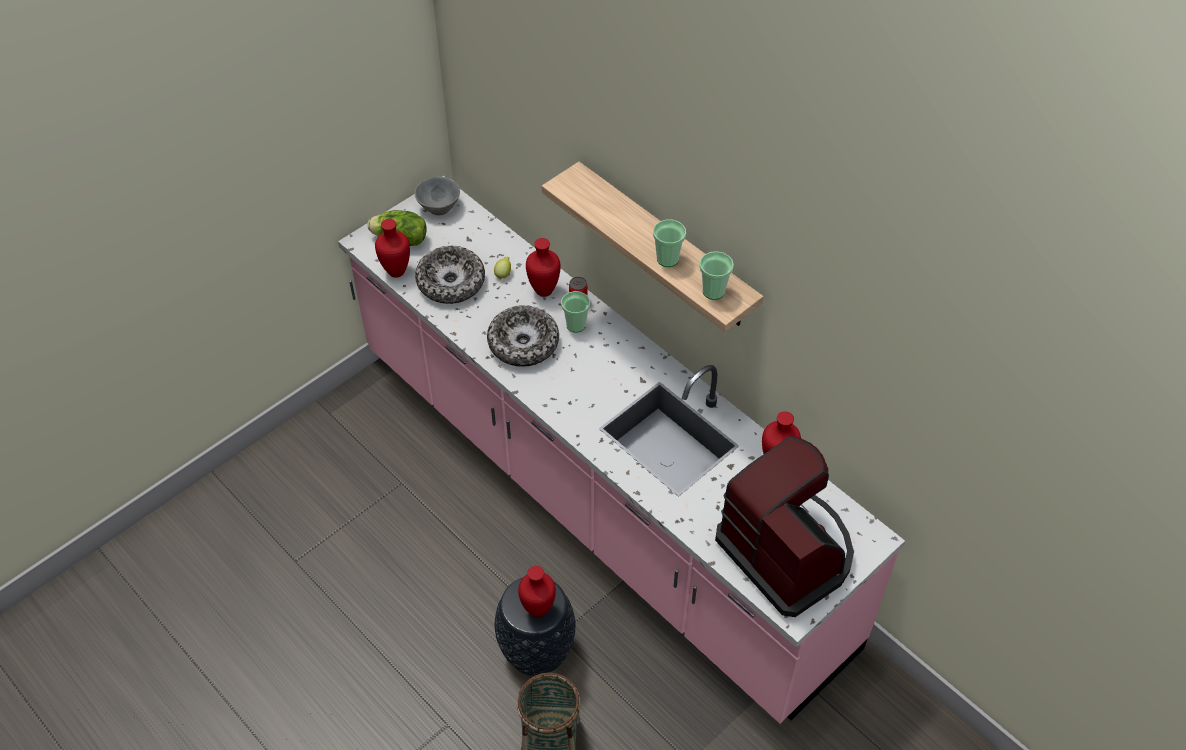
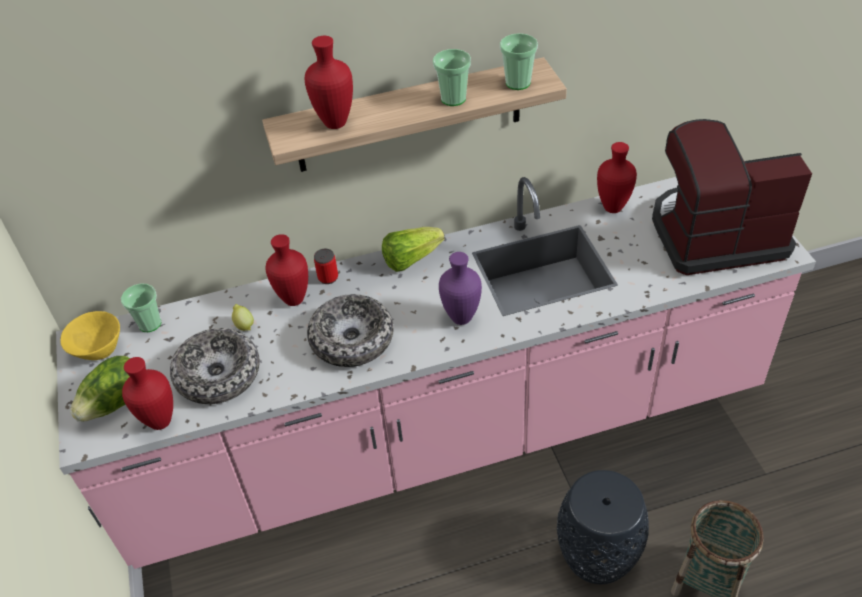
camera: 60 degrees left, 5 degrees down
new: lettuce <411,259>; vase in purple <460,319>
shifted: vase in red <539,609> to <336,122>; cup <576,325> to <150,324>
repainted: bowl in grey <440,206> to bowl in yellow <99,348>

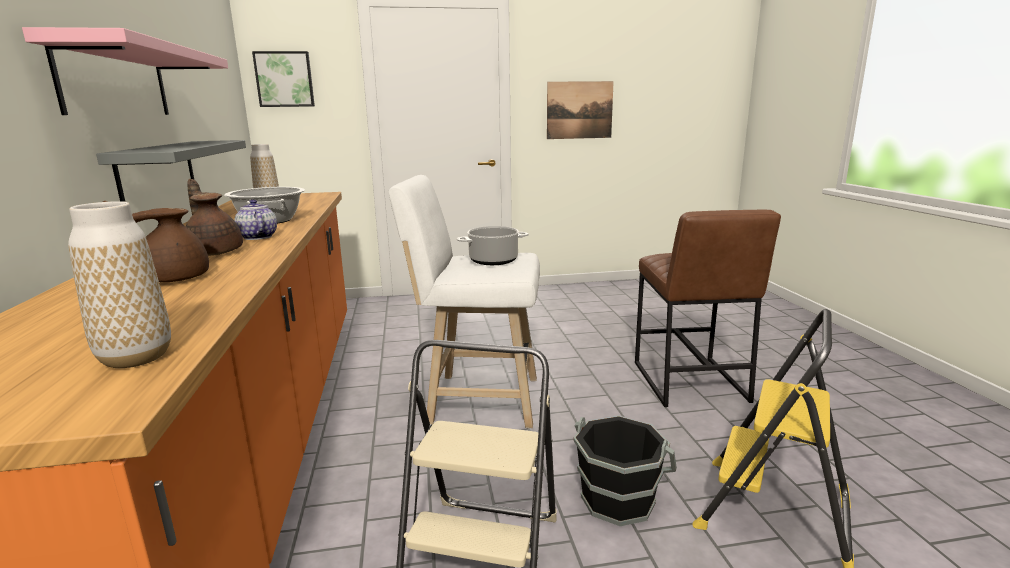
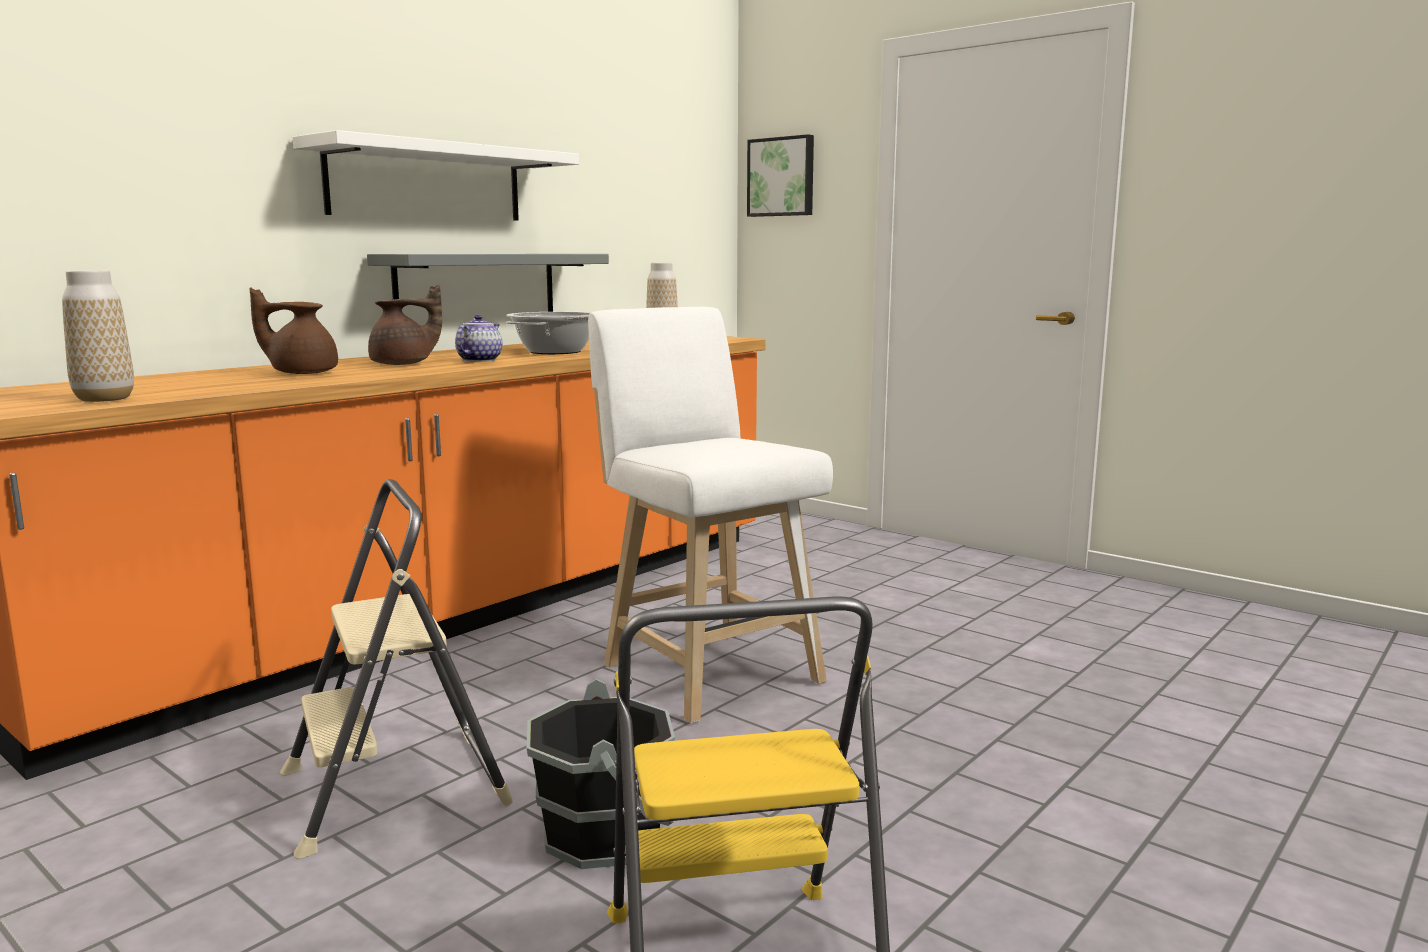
camera: 50 degrees right, 5 degrees down
gone: cooking pot <493,260>; picture <579,110>; chair in brown <690,382>
repainted: shelf in pink <116,81> to shelf in white <426,183>
rotated: teapot in brown <215,252> = <404,364> 60 degrees clockwise

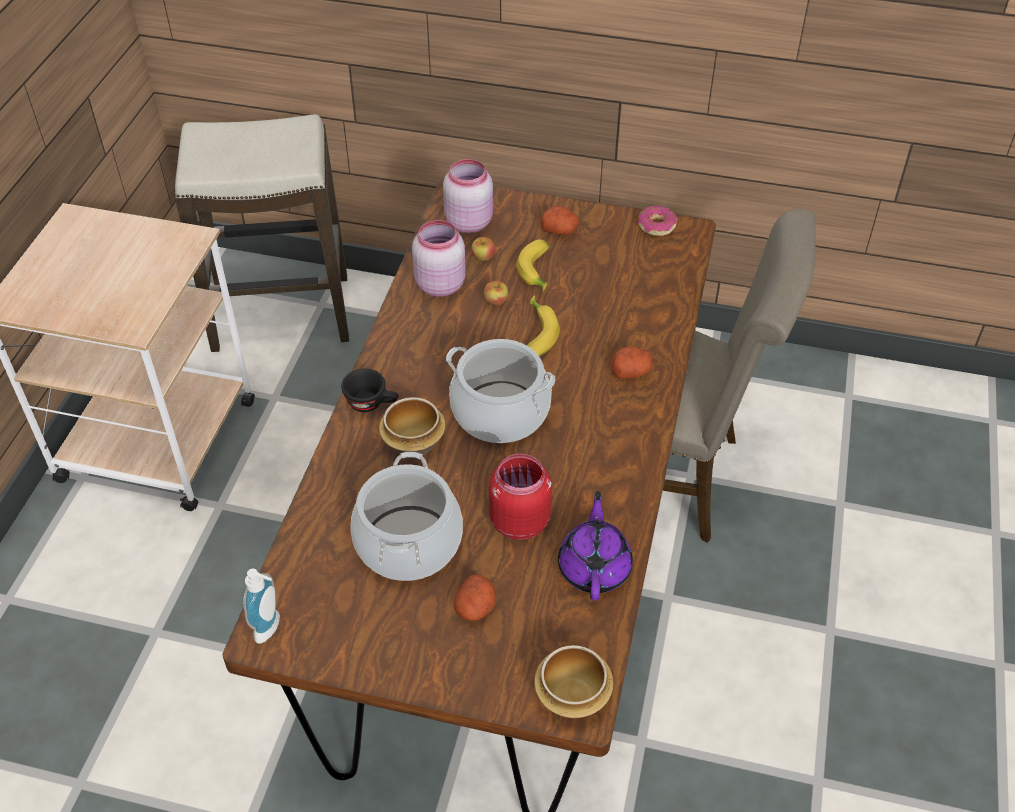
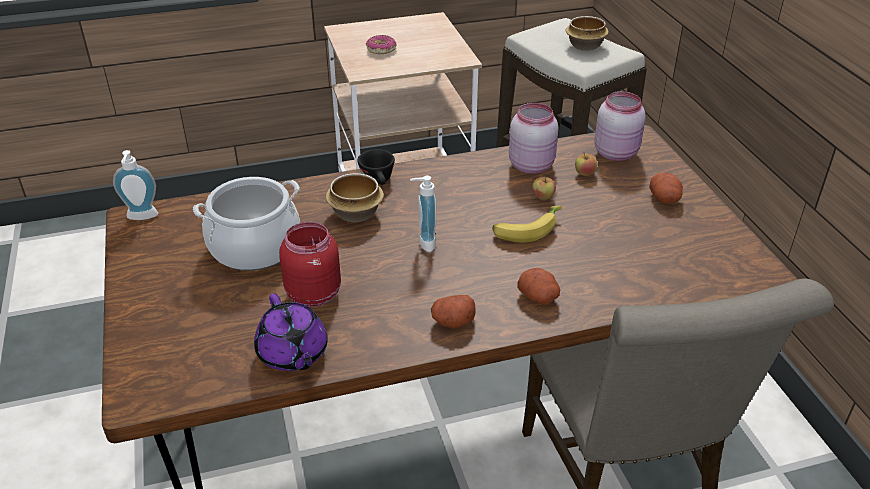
camera: 60 degrees right, 10 degrees down
gone: banana <539,272>
shifted: potato <475,608> to <452,321>; bowl <574,697> to <585,46>; donut <656,226> to <381,49>
swapped: cooking pot <500,412> to soap dispenser <423,242>
rotated: teapot in purple <594,567> = <293,354> 90 degrees clockwise

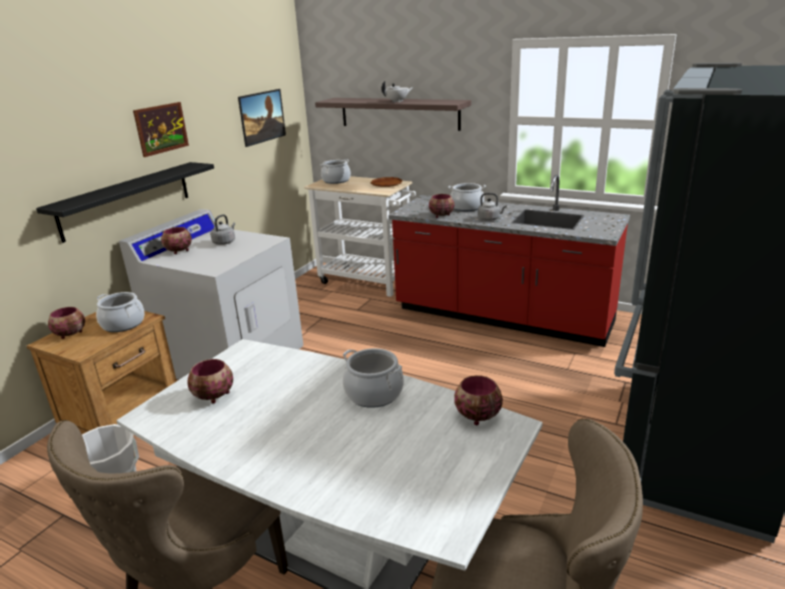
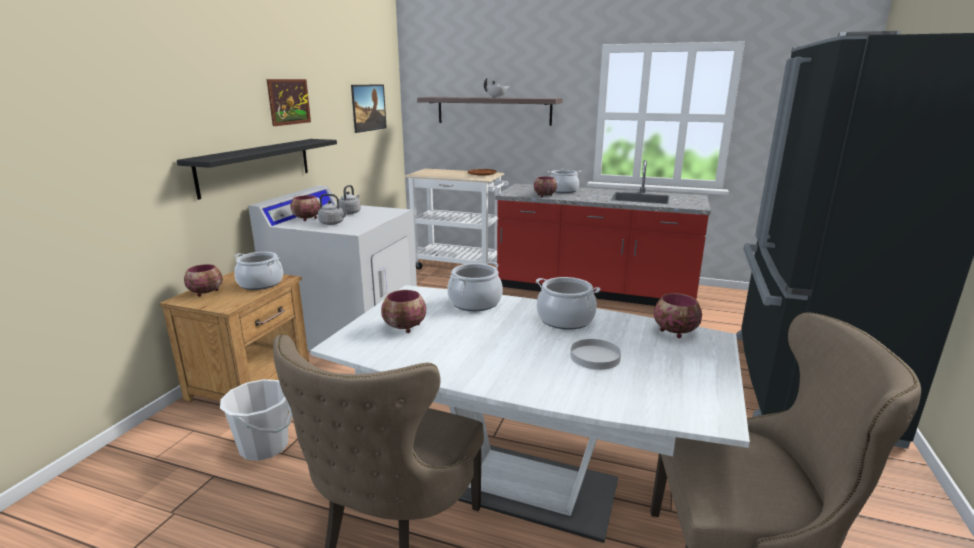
camera: 10 degrees left, 5 degrees down
new: plate in white <595,357>
shifted: cooking pot <336,181> to <474,303>; kettle in grey <490,219> to <333,223>

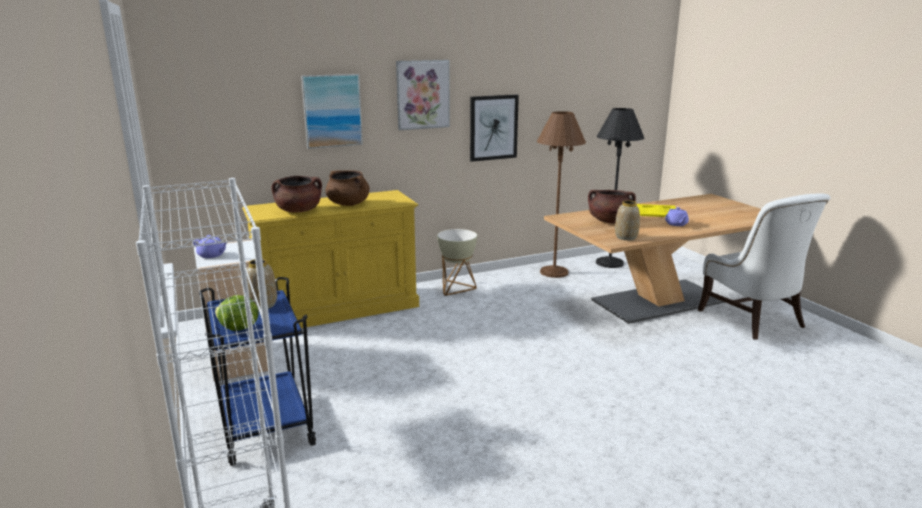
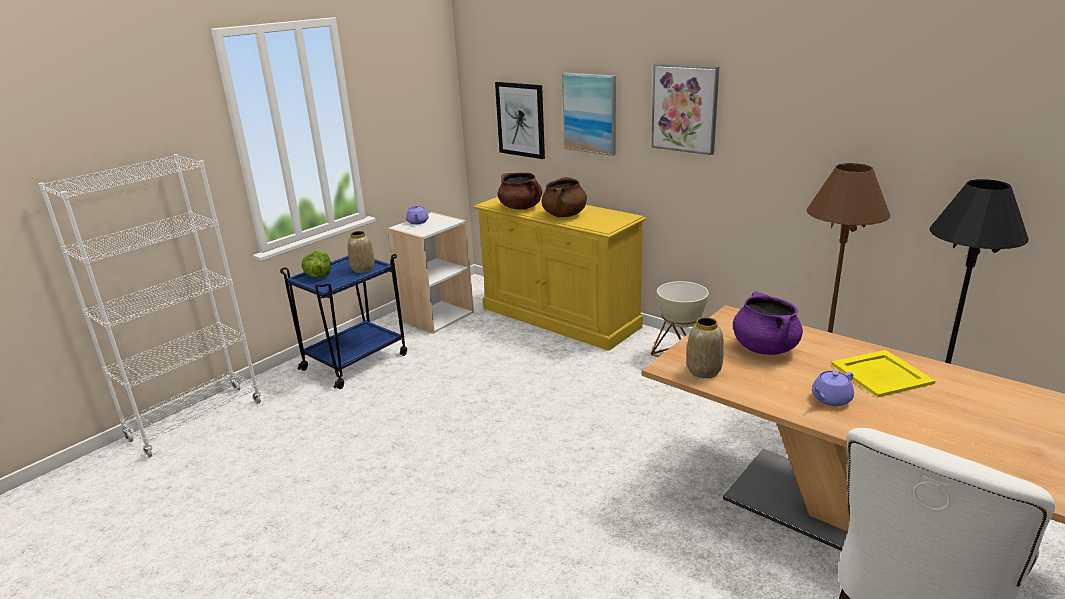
camera: 65 degrees right, 5 degrees up
shifted: picture <493,127> to <521,120>
repainted: cooking pot in brown <609,221> to cooking pot in purple <764,348>

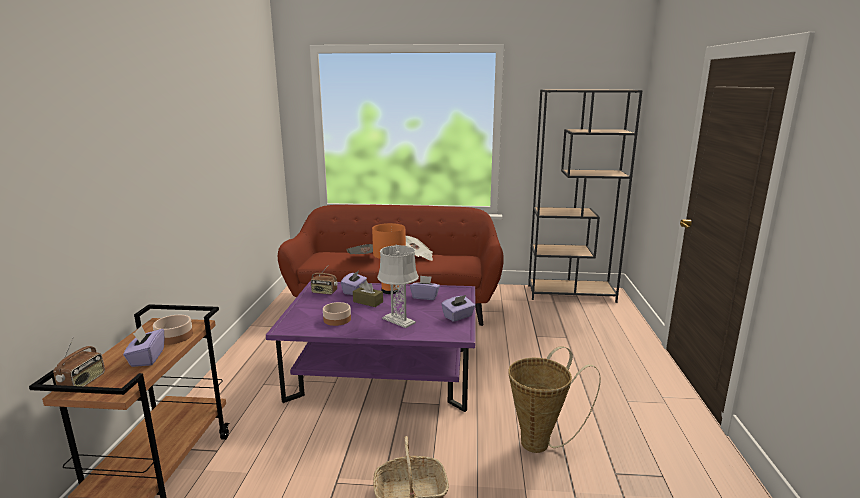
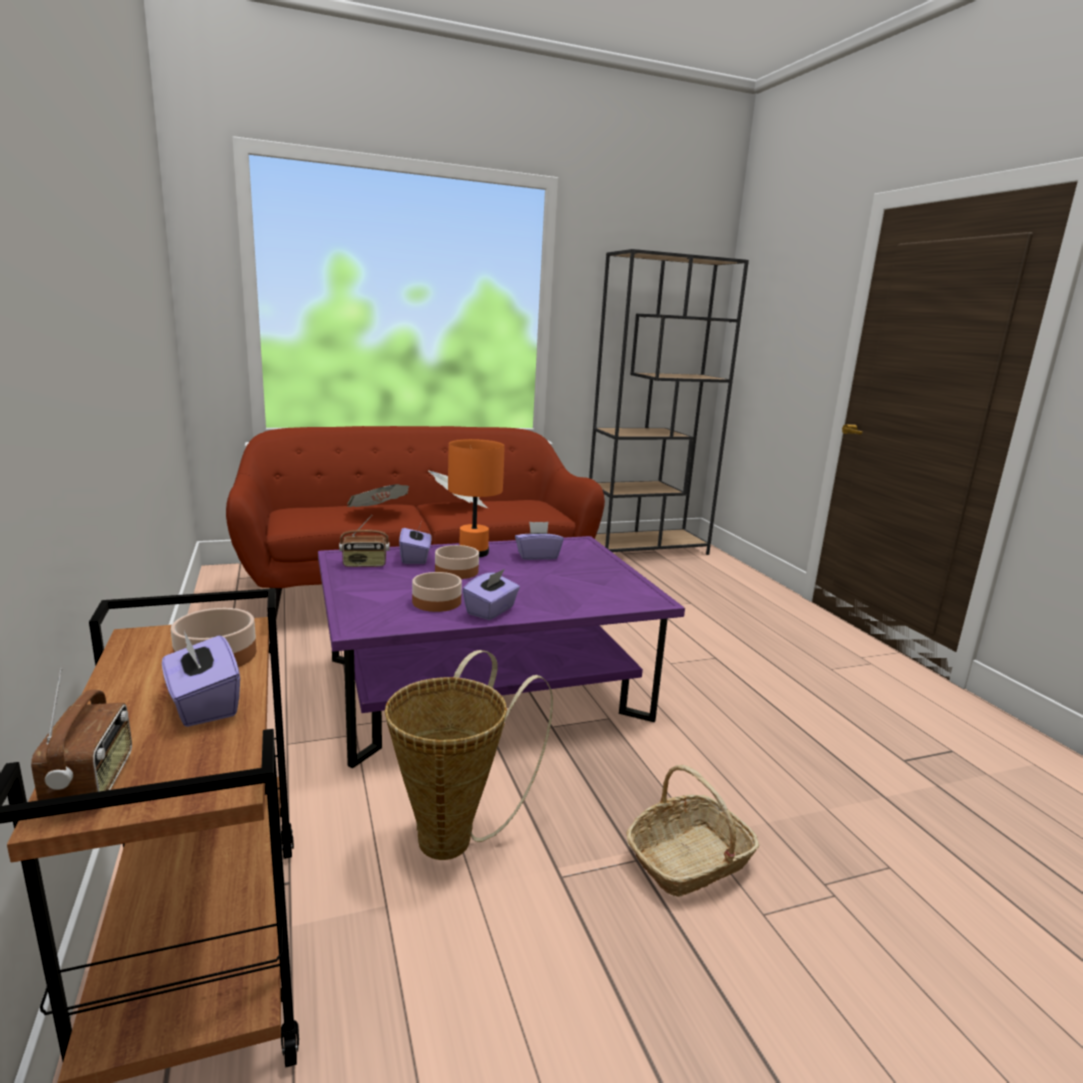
camera: 25 degrees left, 0 degrees up
gone: table lamp in grey <398,320>
shifted: tissue box in purple <458,316> to <491,611>; basket <541,442> to <455,836>
swapped: tissue box in brown <368,302> to bowl <457,571>

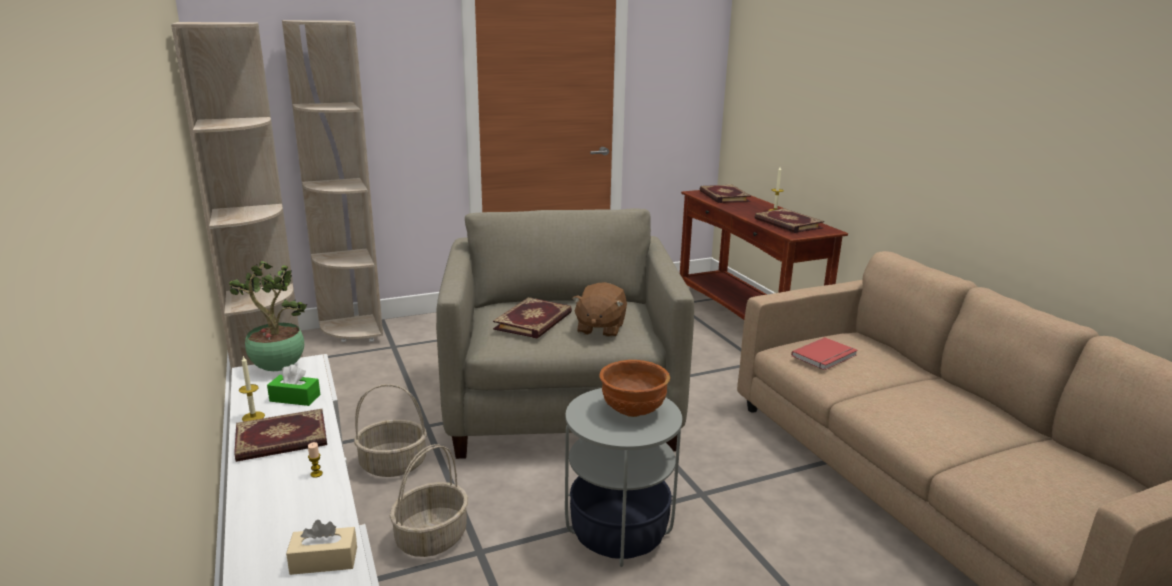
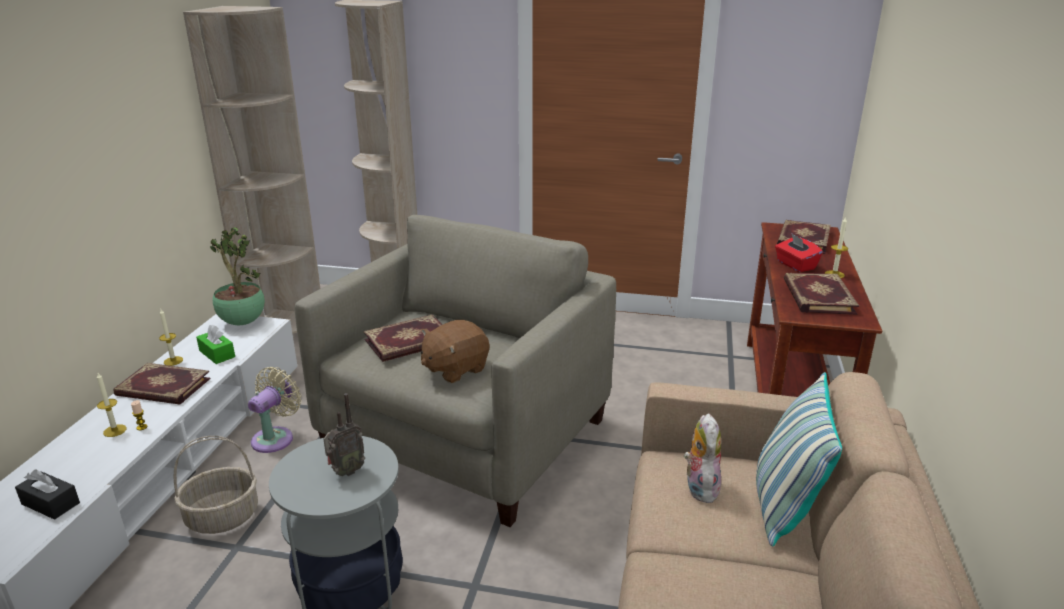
camera: 35 degrees right, 5 degrees up
new: candle <115,430>; pillow <784,505>; tissue box in red <795,265>
swapped: basket <392,465> to fan in beige <276,437>; bowl in brown <632,411> to radio <346,471>; book in red <826,356> to plush toy <699,487>
repainted: tissue box in beige <324,561> to tissue box in black <50,503>

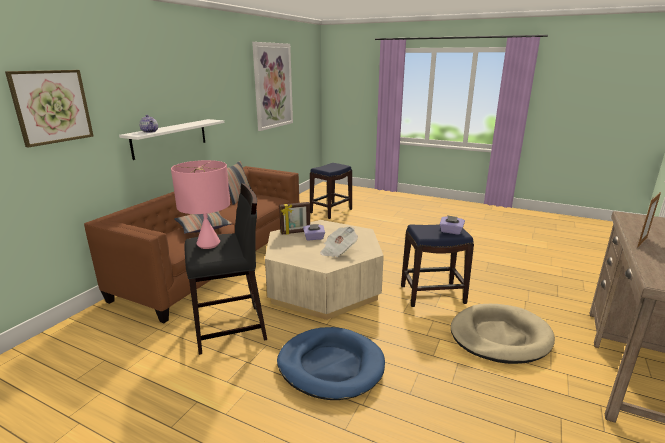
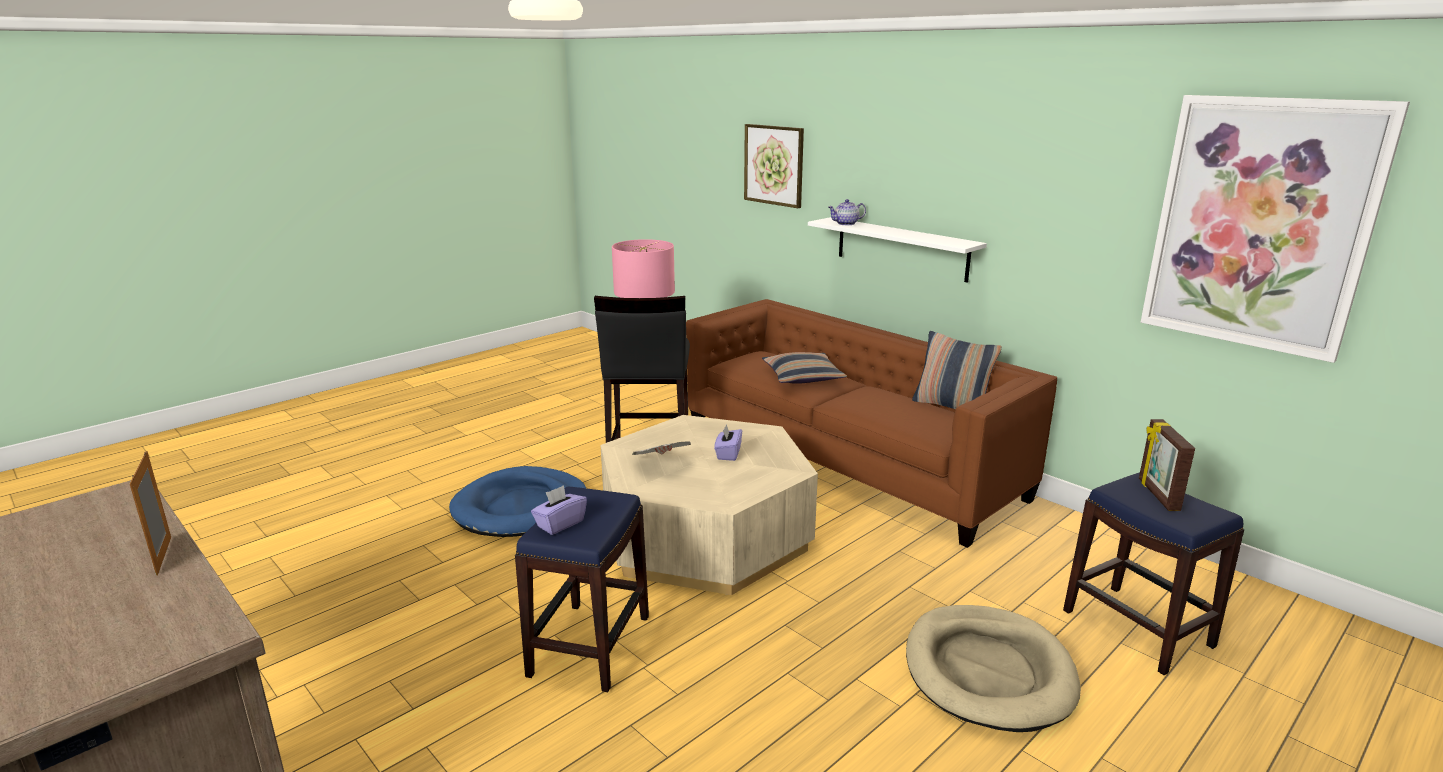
camera: 110 degrees right, 0 degrees up
shifted: picture frame <295,232> to <1157,495>; dog bed in beige <499,336> to <988,671>

